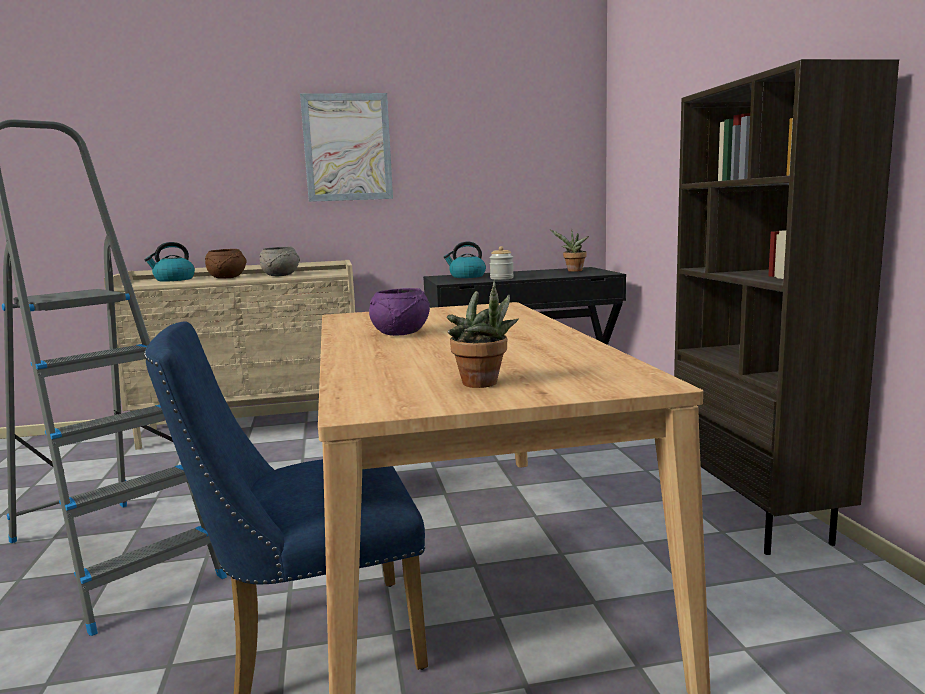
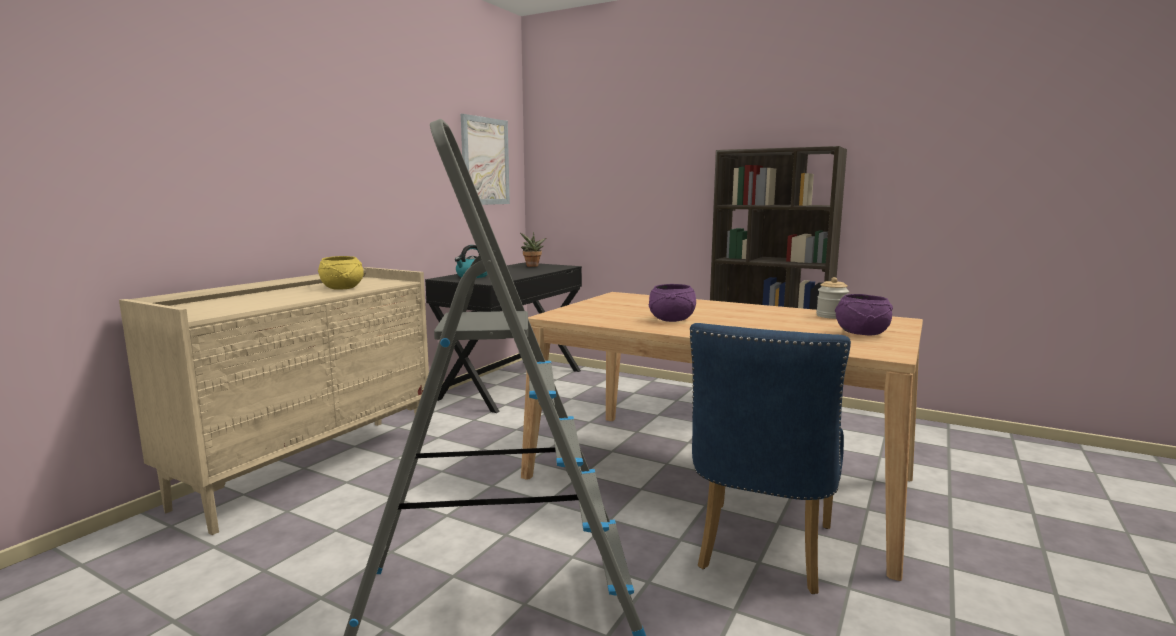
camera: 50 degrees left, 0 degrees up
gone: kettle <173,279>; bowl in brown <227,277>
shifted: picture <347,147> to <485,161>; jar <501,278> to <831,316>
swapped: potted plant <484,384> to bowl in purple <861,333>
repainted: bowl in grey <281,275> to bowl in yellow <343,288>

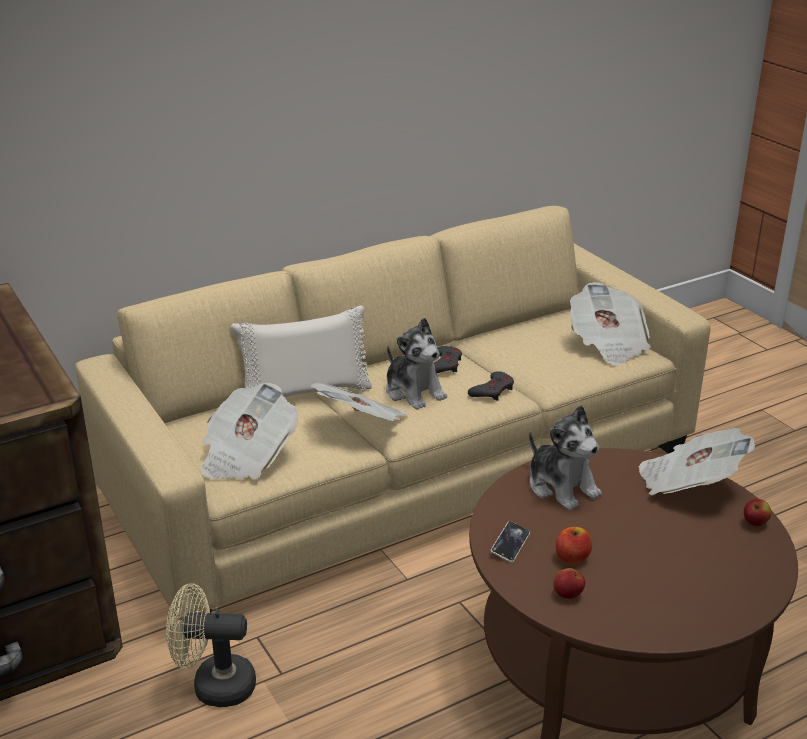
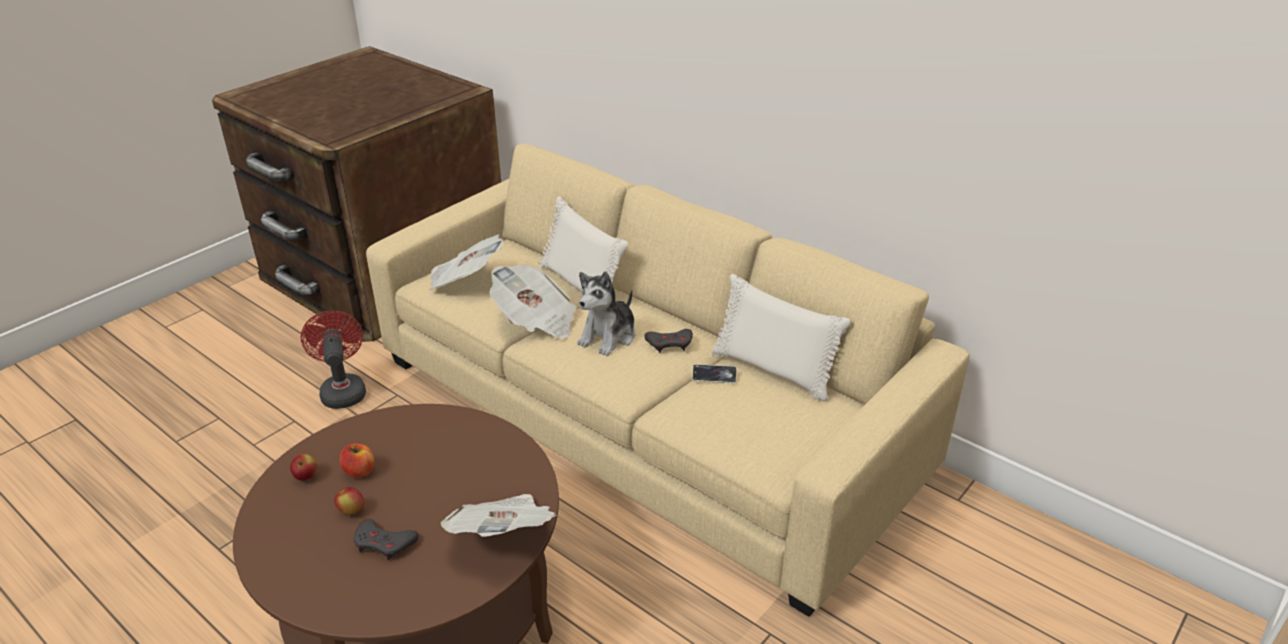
camera: 70 degrees right, 5 degrees up
gone: plush toy <561,487>; newspaper <608,344>
new: pillow in white <774,370>
shifted: game controller in grey <492,390> to <384,543>; phone <510,544> to <714,376>; apple <755,523> to <351,511>
repainted: fan in beige <214,685> to fan in red <342,390>

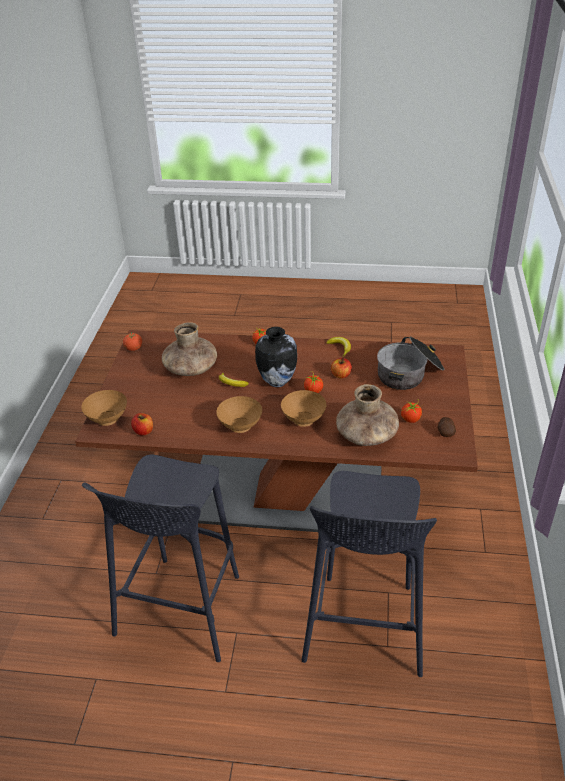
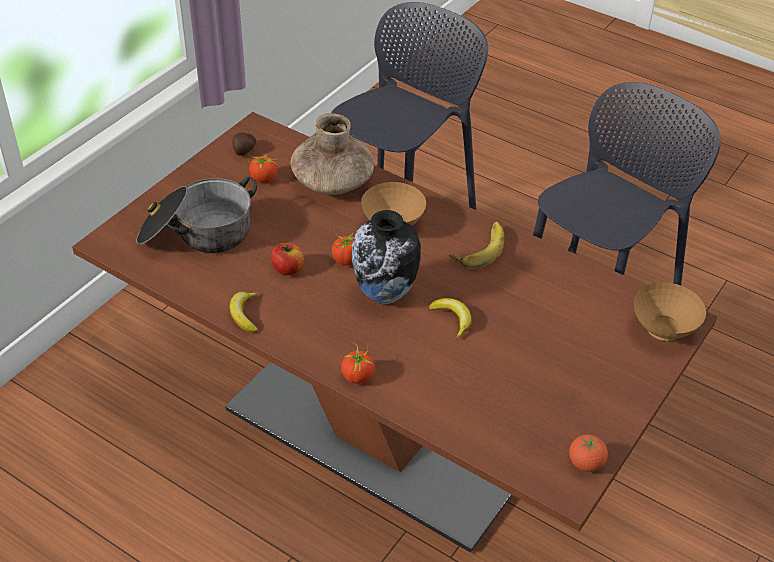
camera: 155 degrees left, 5 degrees up
gone: apple <143,431>; vase in brown <191,368>
swapped: bowl in brown <241,427> to banana <478,248>

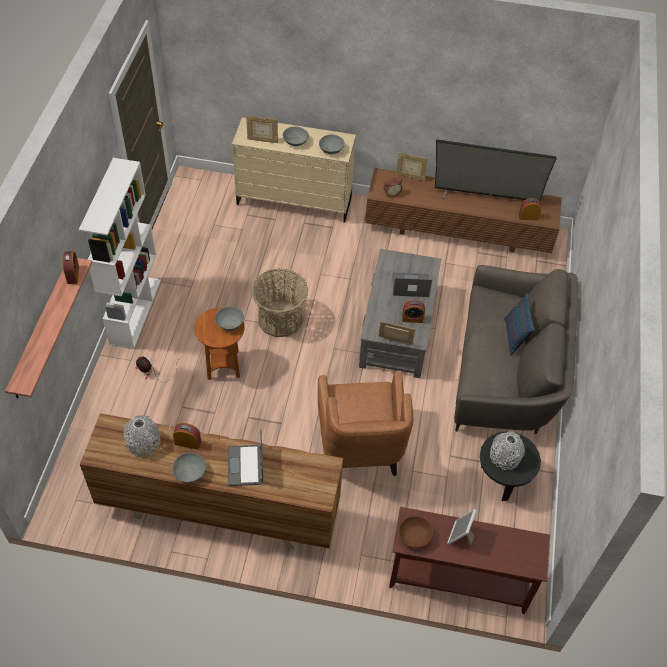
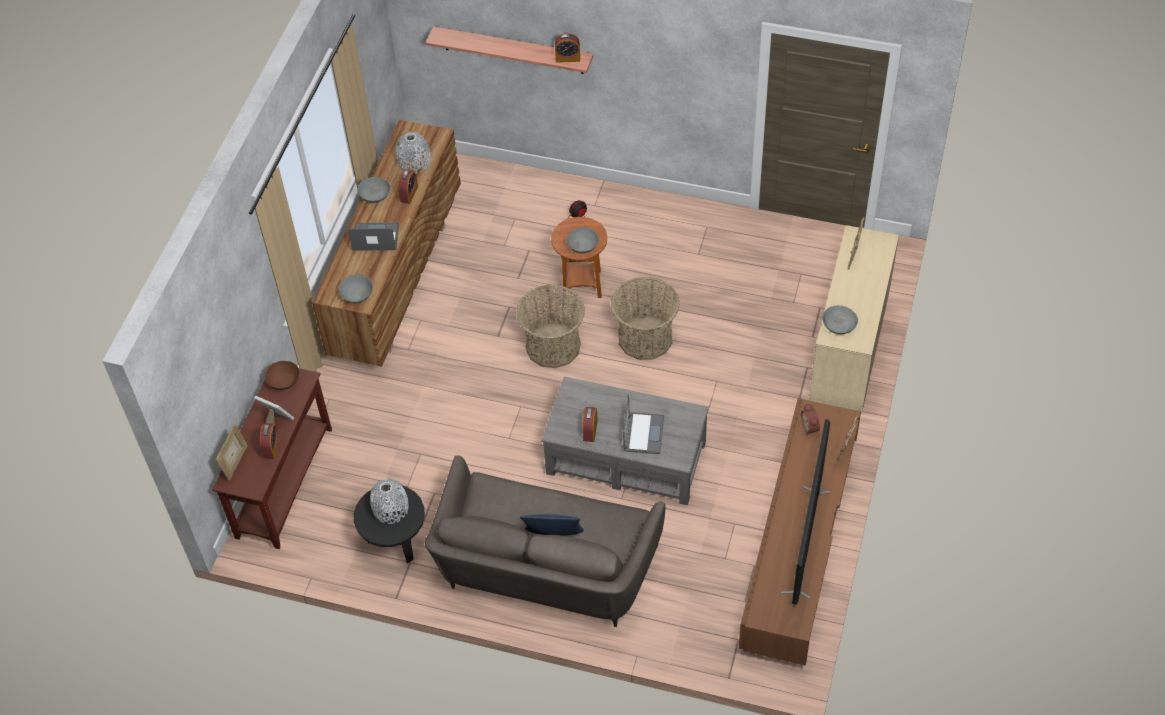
camera: 100 degrees right, 0 degrees up
gone: bookcase in white <135,311>; armchair in brown <360,447>
new: basket <553,346>
shifted: bowl in grey <295,142> to <357,295>; picture frame <395,342> to <235,463>; alarm clock <528,217> to <272,447>

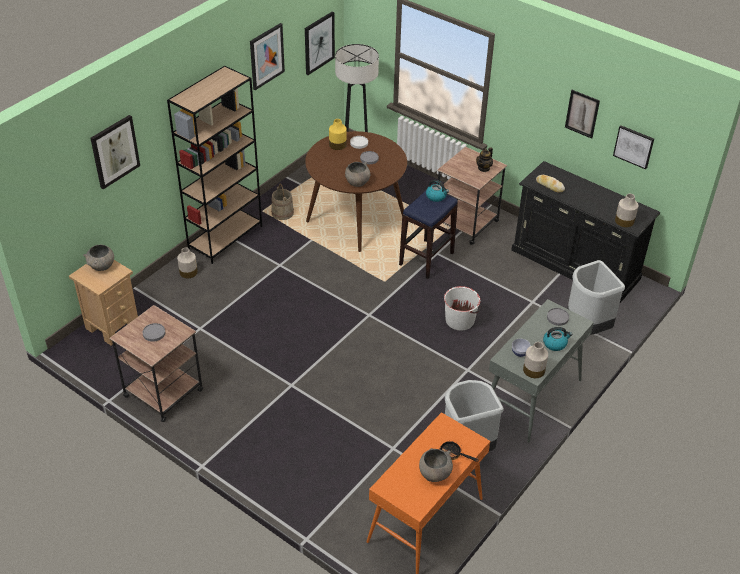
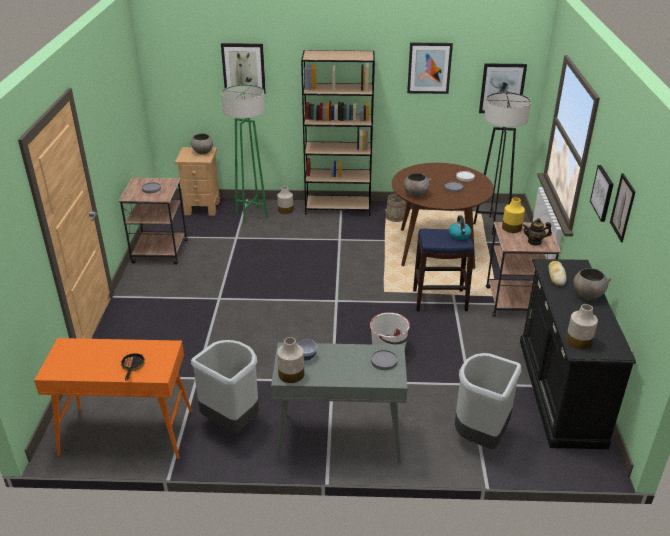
camera: 55 degrees right, 10 degrees down
gone: kettle <555,343>
new: floor lamp in green <251,215>
shifted: vase in yellow <337,144> to <512,227>; bowl in grey <434,474> to <587,295>; picture <634,146> to <603,193>

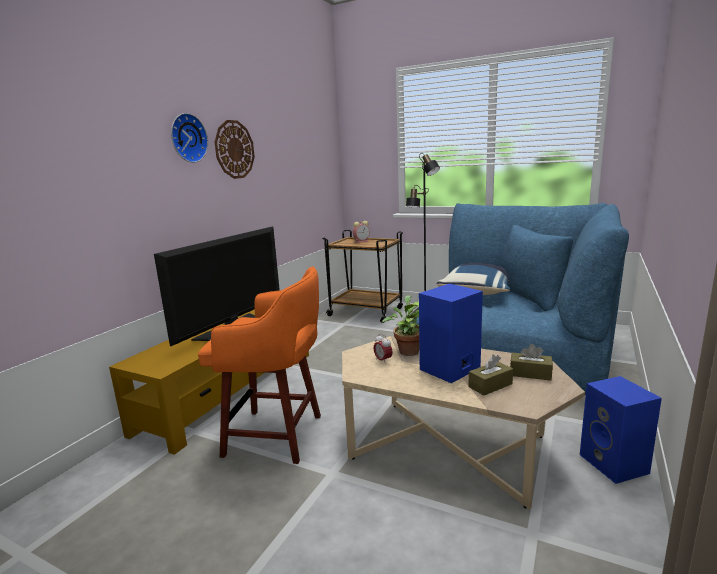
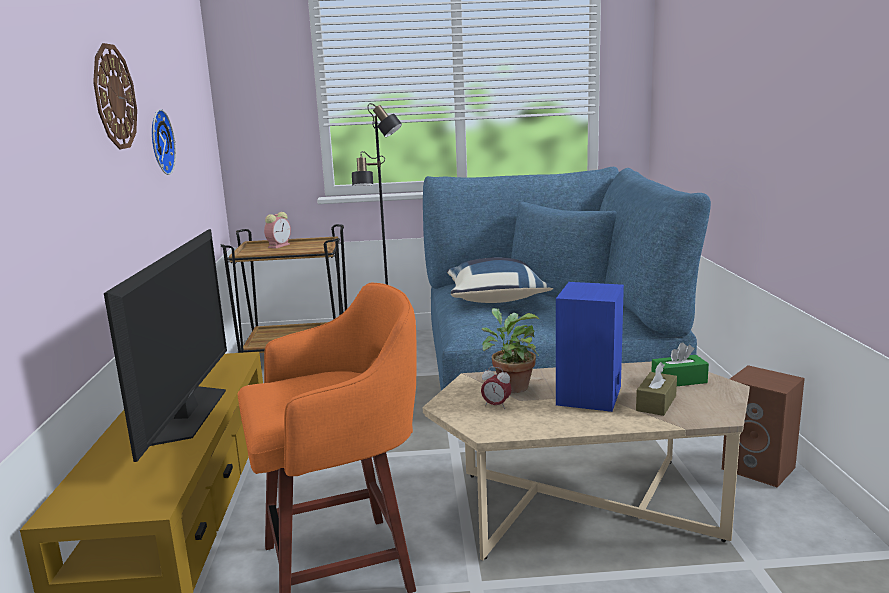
camera: 30 degrees left, 0 degrees up
shifted: wall clock <187,138> to <158,142>
repainted: tissue box in brown <530,373> to tissue box in green <679,380>; speaker in blue <615,464> to speaker in brown <760,468>

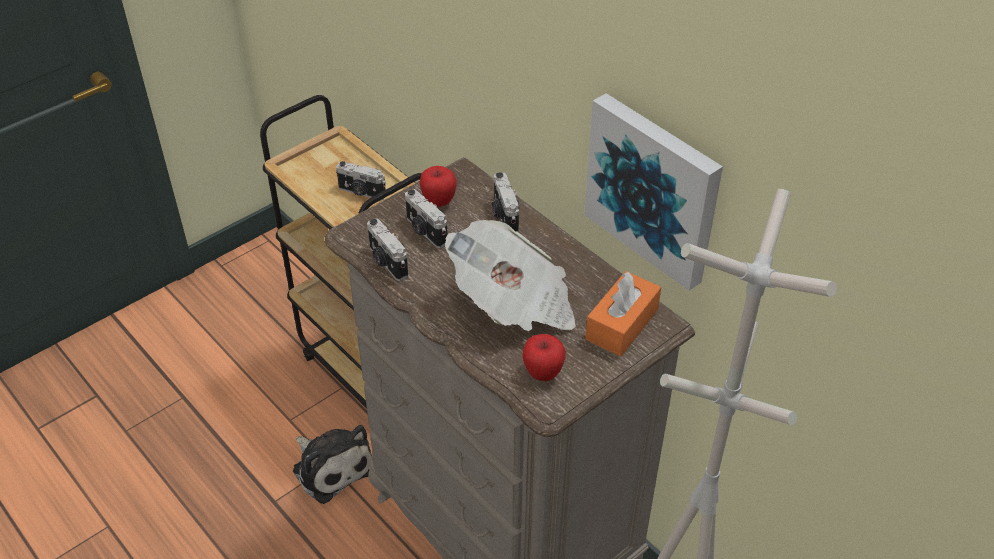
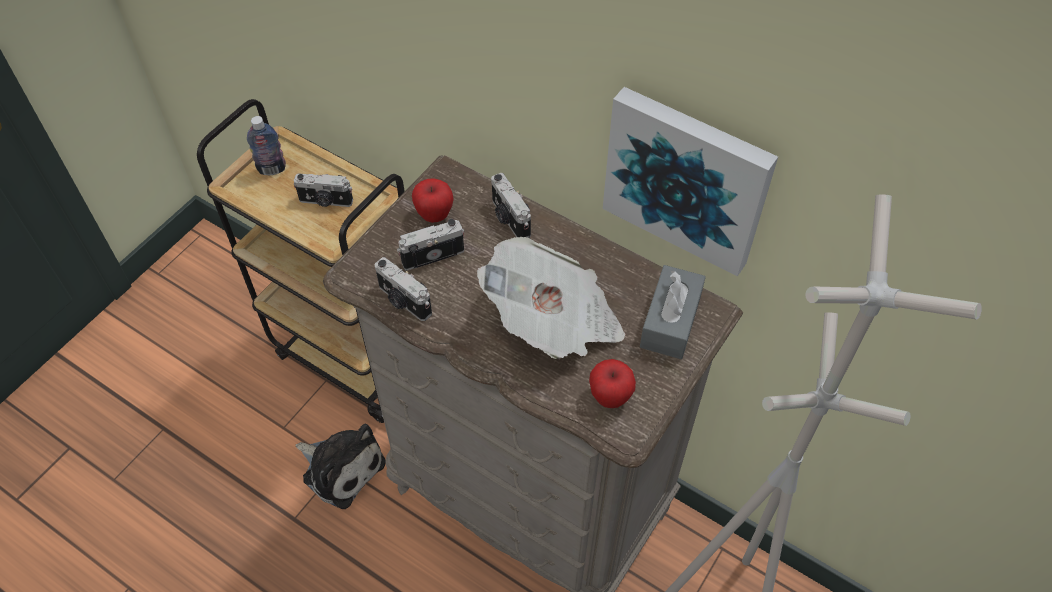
camera: 15 degrees left, 10 degrees up
new: bottle <272,169>
repainted: tissue box in orange <622,324> to tissue box in grey <670,321>
rotated: photo camera <425,231> = <432,254> 120 degrees clockwise

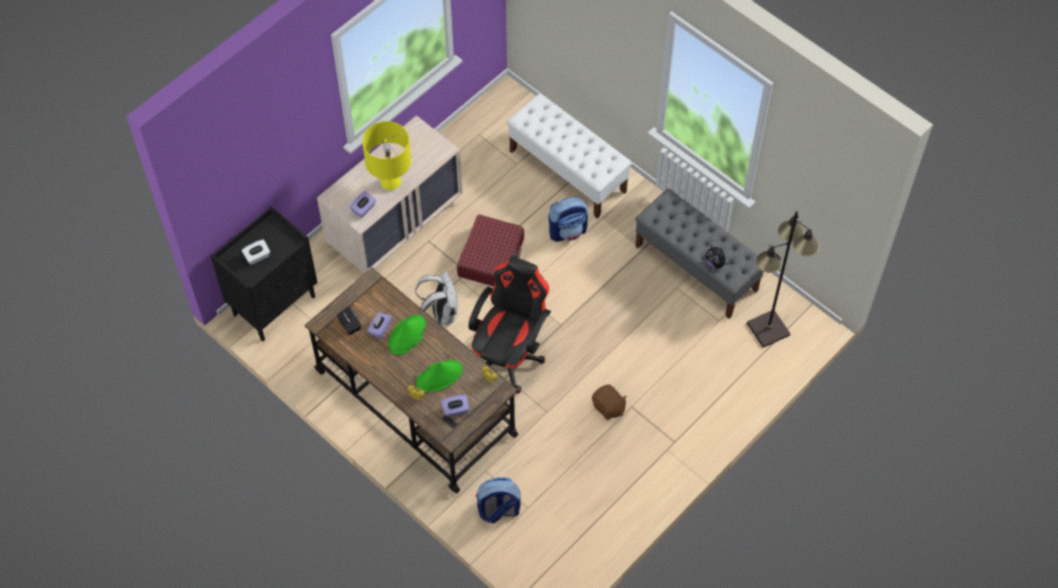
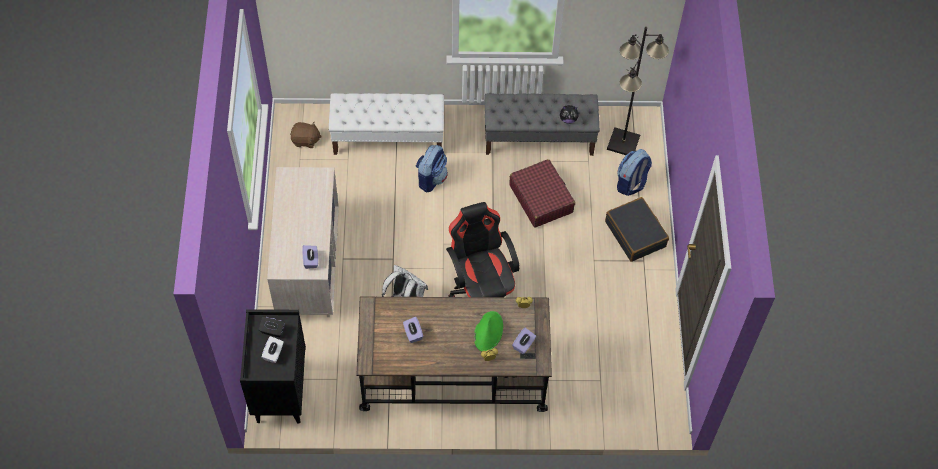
camera: 45 degrees left, 0 degrees up
gone: table lamp in yellow <391,183>; hat in green <407,335>
new: suitcase in black <635,234>
shifted: tissue box in black <349,325> to <272,331>; suitcase in red <491,257> to <541,198>; backpack <498,510> to <631,183>; plush toy in brown <608,407> to <305,140>

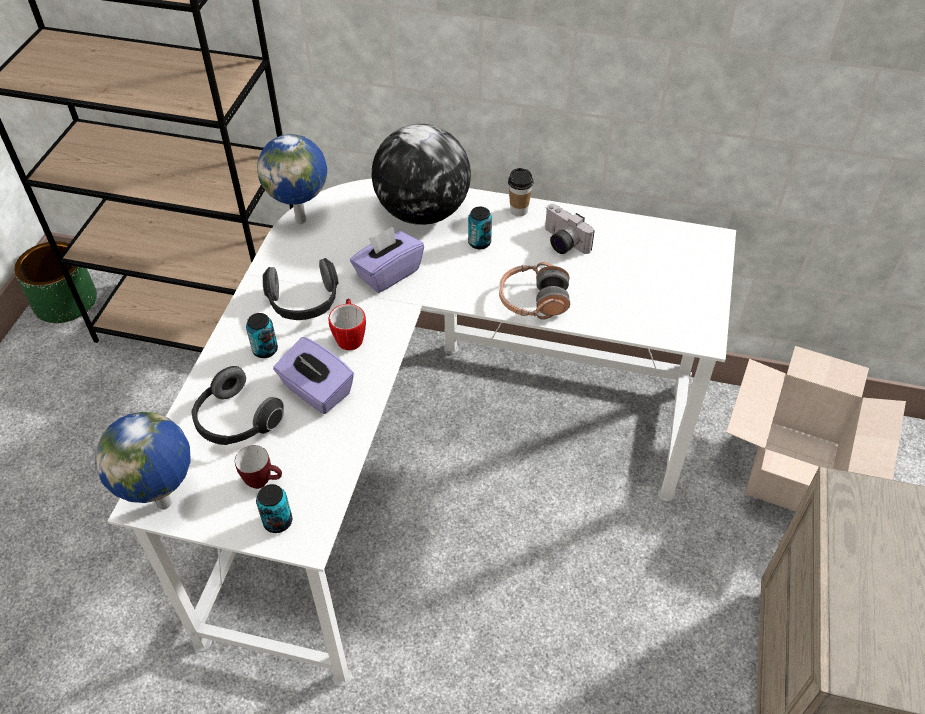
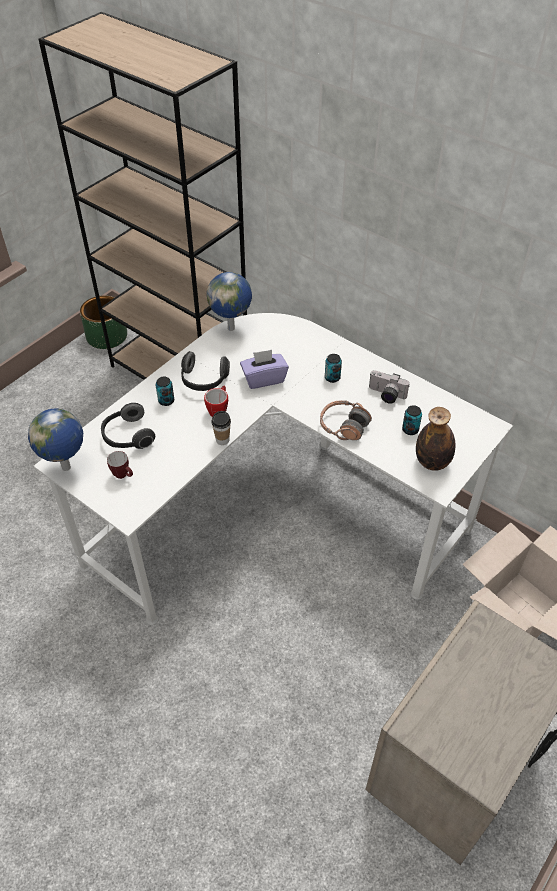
camera: 25 degrees right, 0 degrees up
gone: tissue box in purple <316,391>; globe <422,212>
new: bottle <432,462>
shifted: can <278,521> to <410,430>; cup <519,210> to <222,440>
rotated: photo camera <562,243> = <386,395> 45 degrees counterclockwise

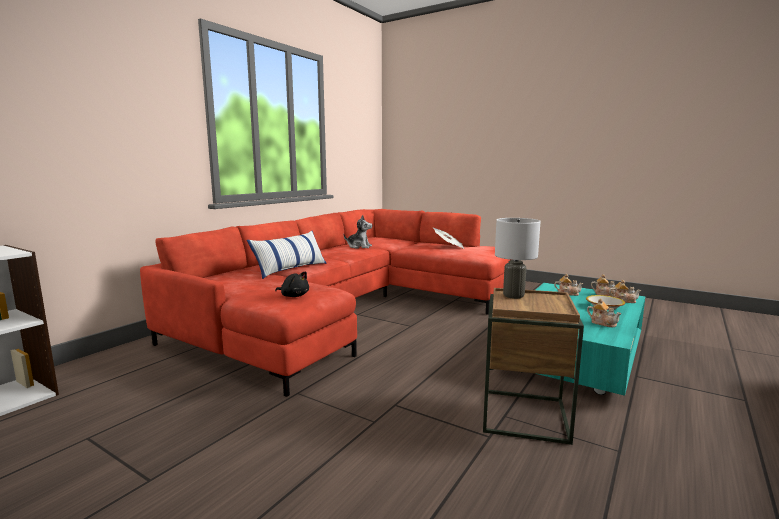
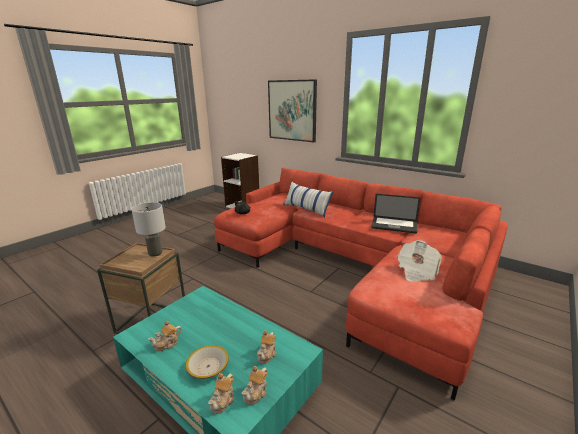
camera: 95 degrees right, 10 degrees up
new: picture <292,110>
swapped: plush toy <359,246> to laptop <394,226>

